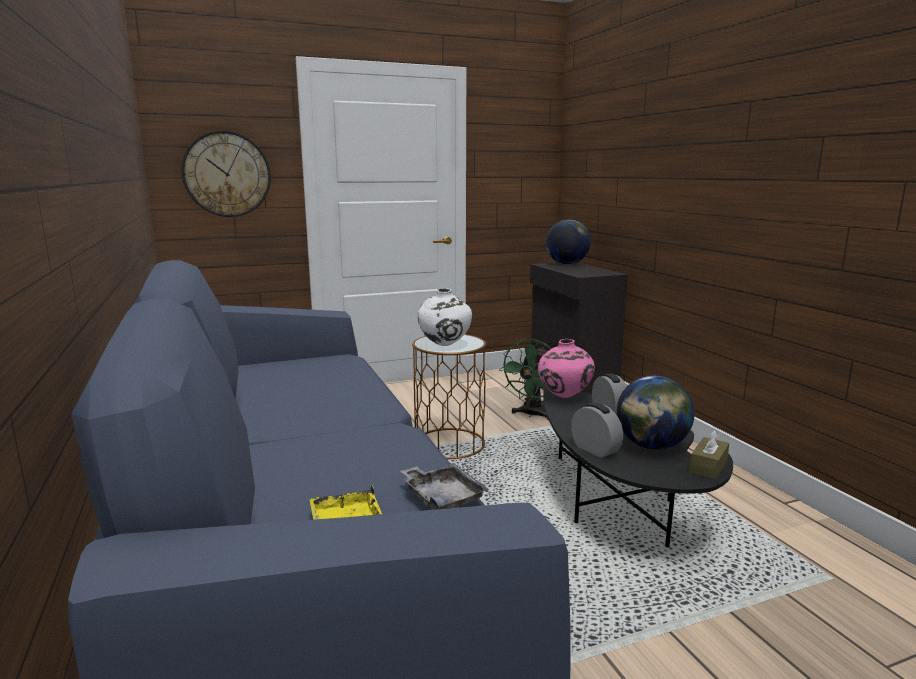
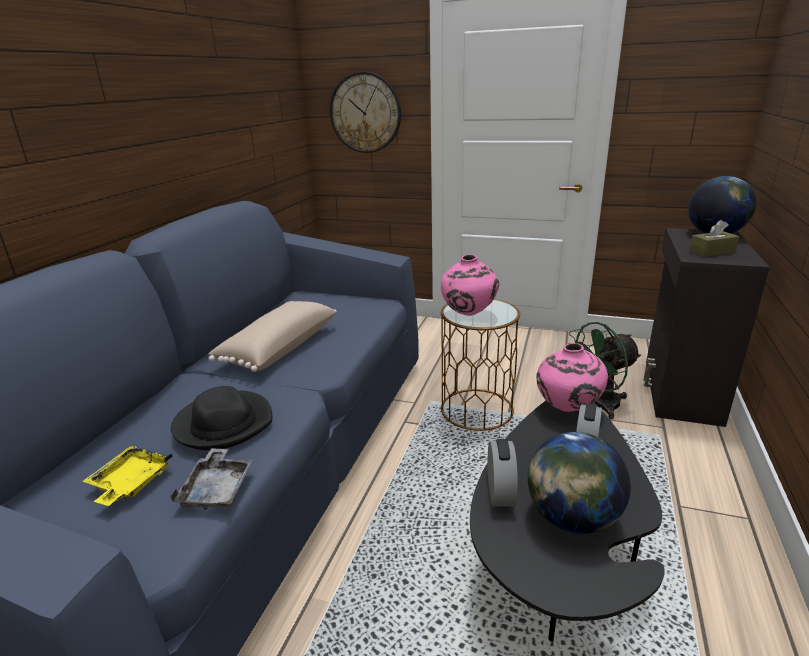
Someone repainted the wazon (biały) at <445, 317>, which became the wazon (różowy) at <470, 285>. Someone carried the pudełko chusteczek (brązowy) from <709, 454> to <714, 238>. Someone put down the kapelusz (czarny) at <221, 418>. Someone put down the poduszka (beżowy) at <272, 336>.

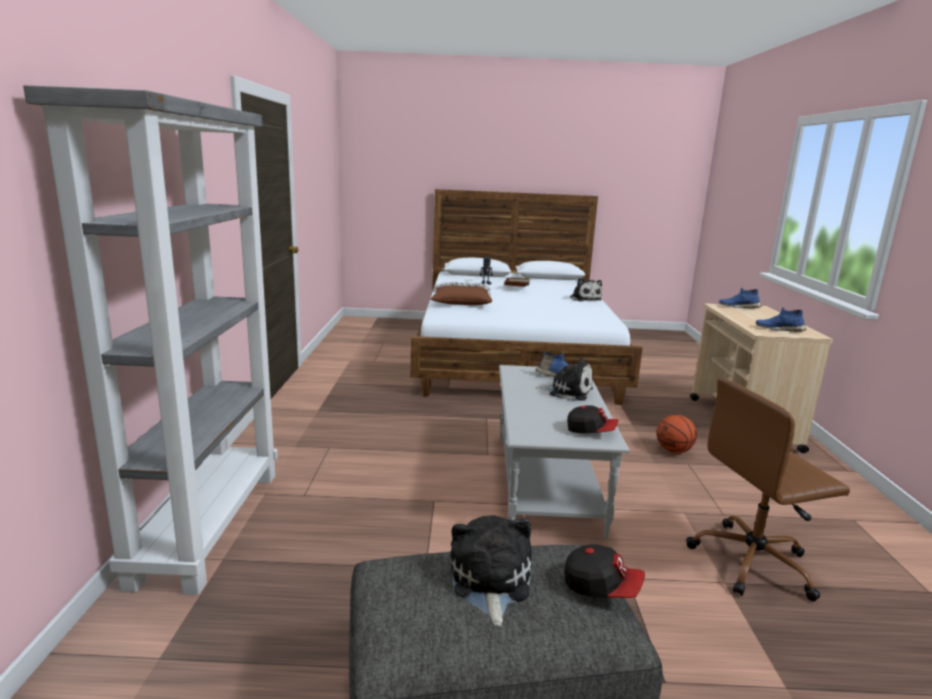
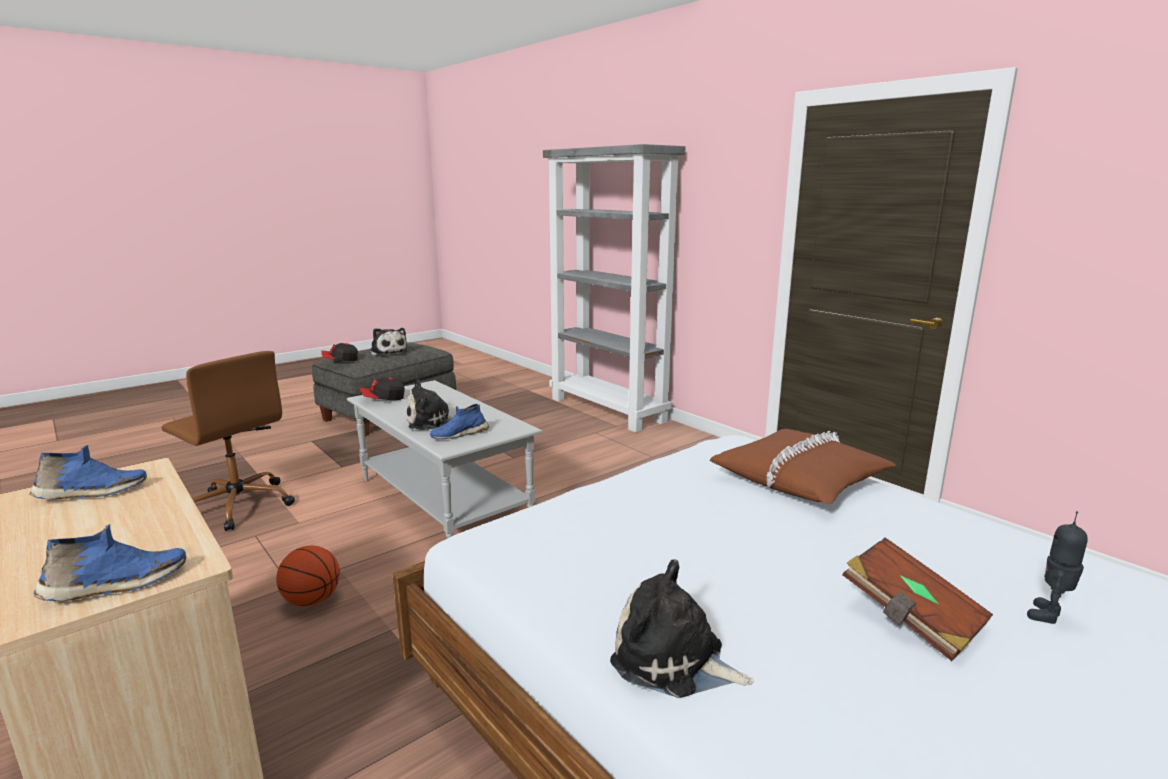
Someone rotated the krzesło biurowe (brązowy) at <768, 489> by 90 degrees clockwise.

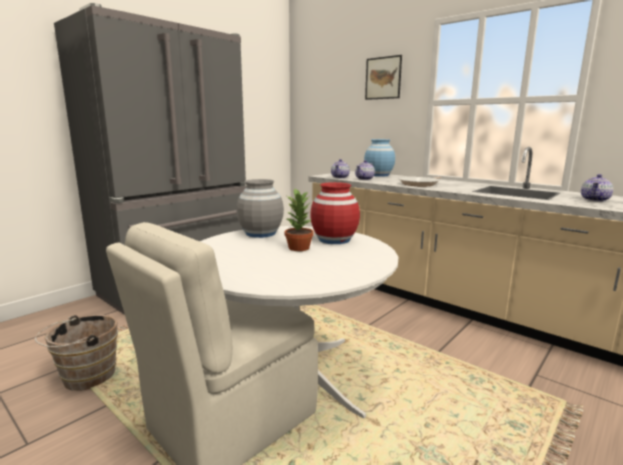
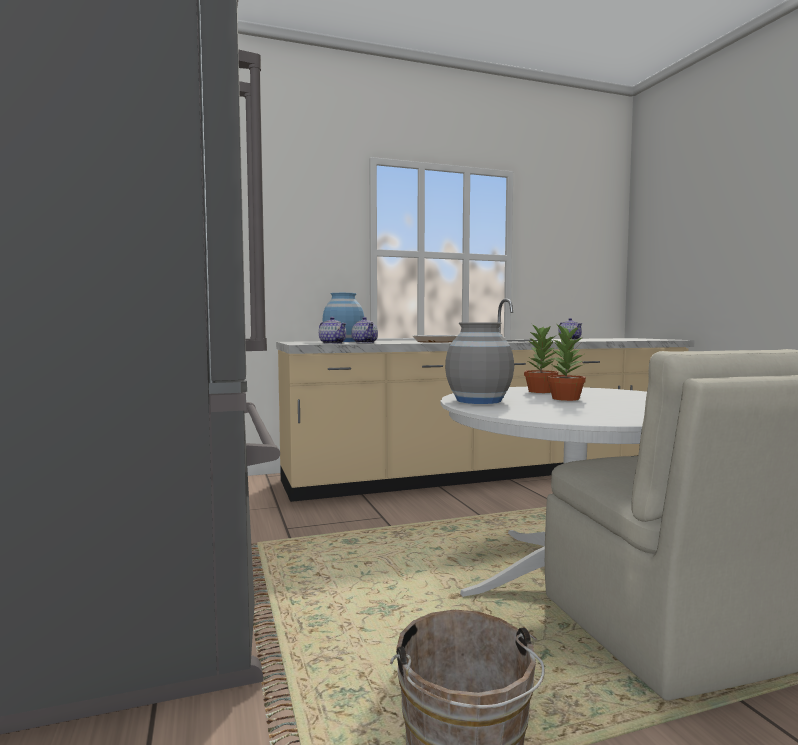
Someone swapped the wazon (czerwony) at <335, 213> for the roślina doniczkowa at <541, 358>. Someone took away the obraz at <383, 77>.

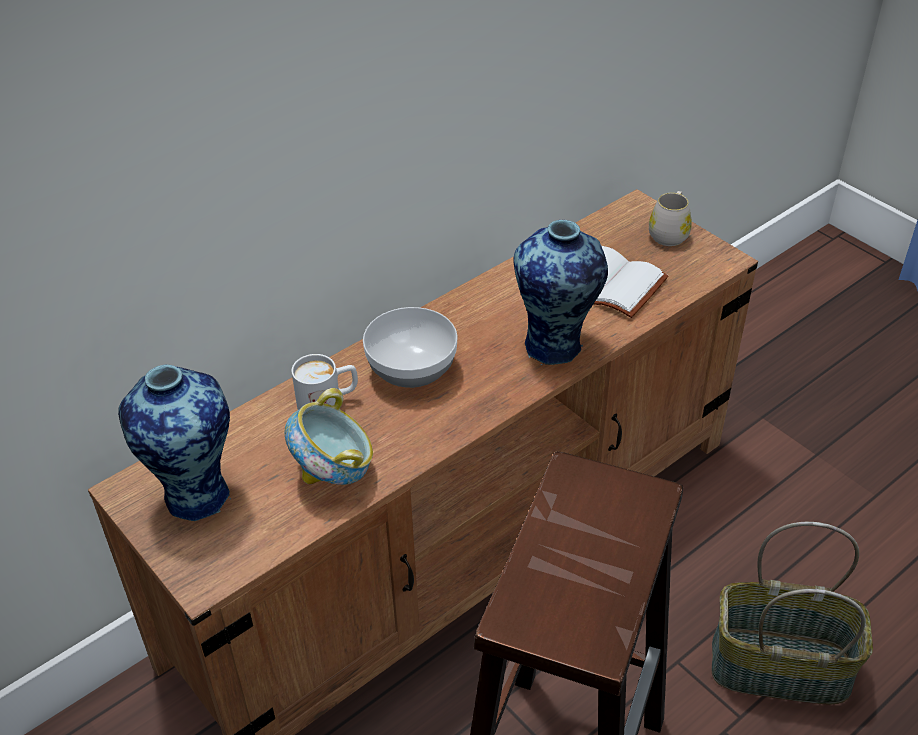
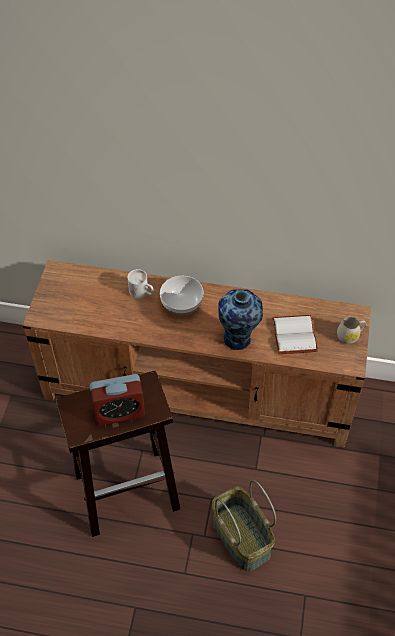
Someone took away the wazon at <174, 442>. Someone took away the miska at <328, 436>. Someone put down the budzik at <117, 400>.

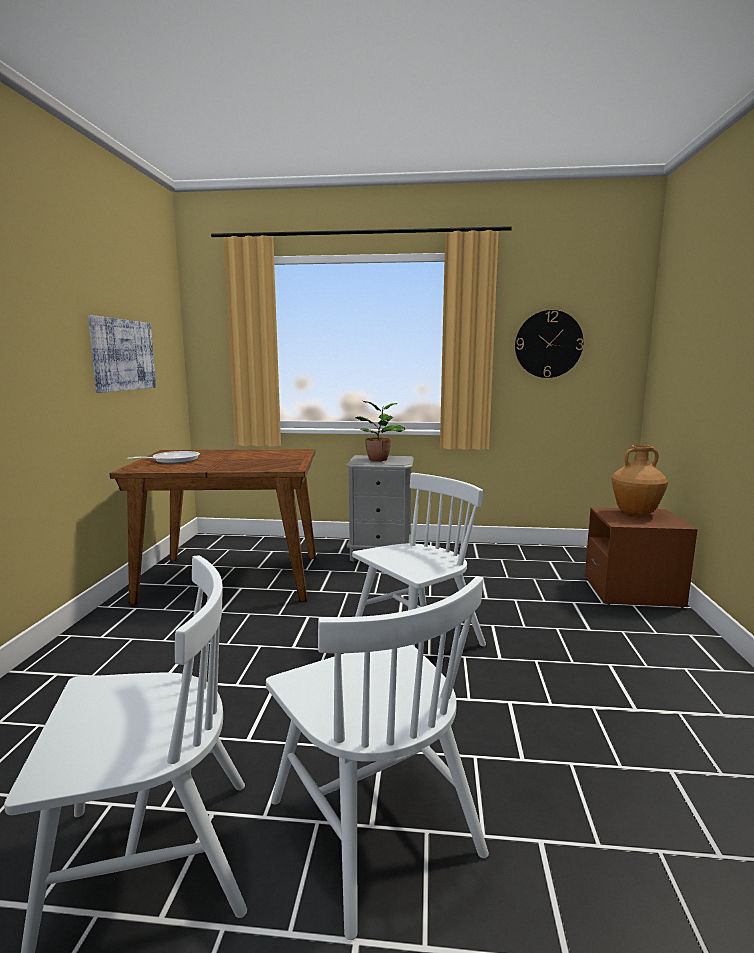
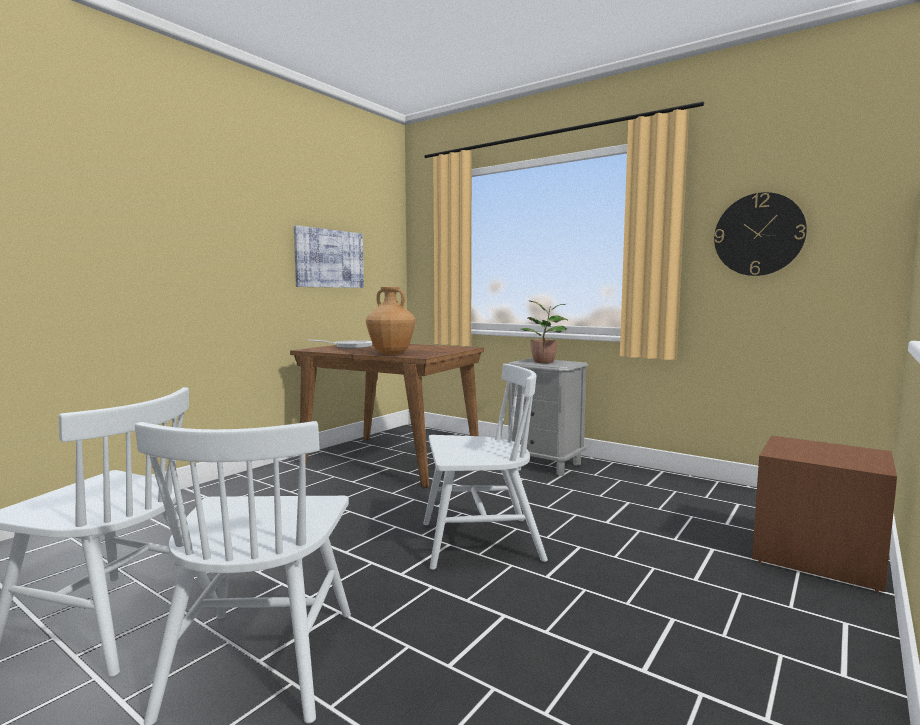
Someone carried the wazon (brązowy) from <640, 480> to <391, 321>.

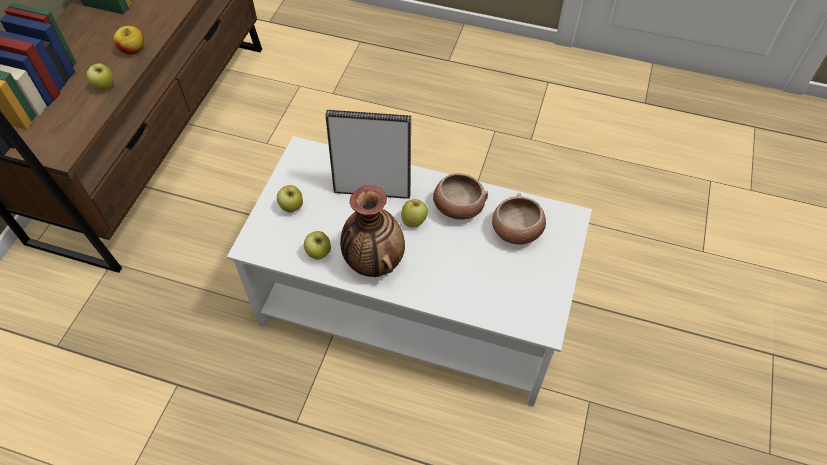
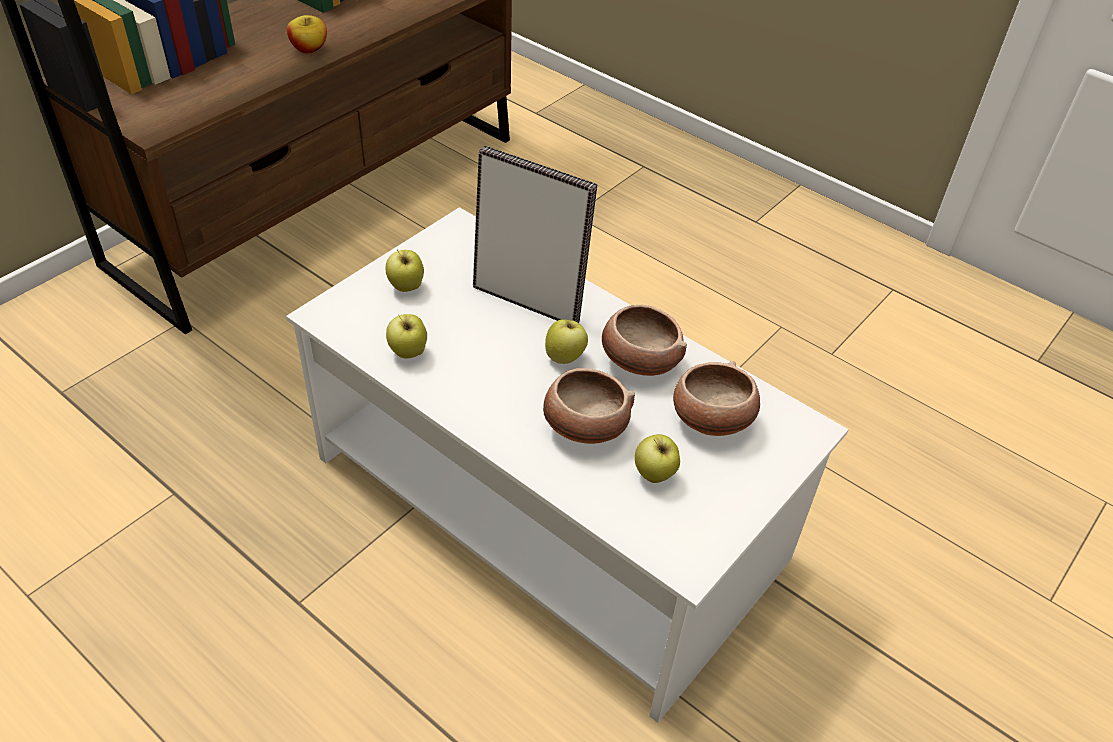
Someone carried the jabłko from <100, 77> to <657, 458>. Someone took away the wazon at <372, 231>. Someone put down the miska at <589, 406>.

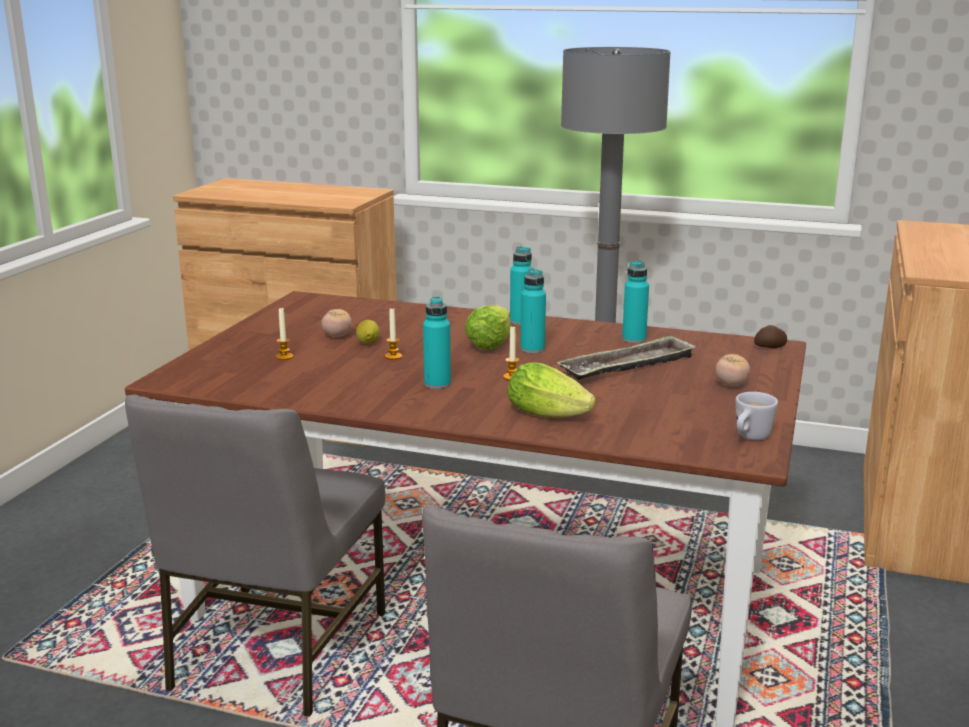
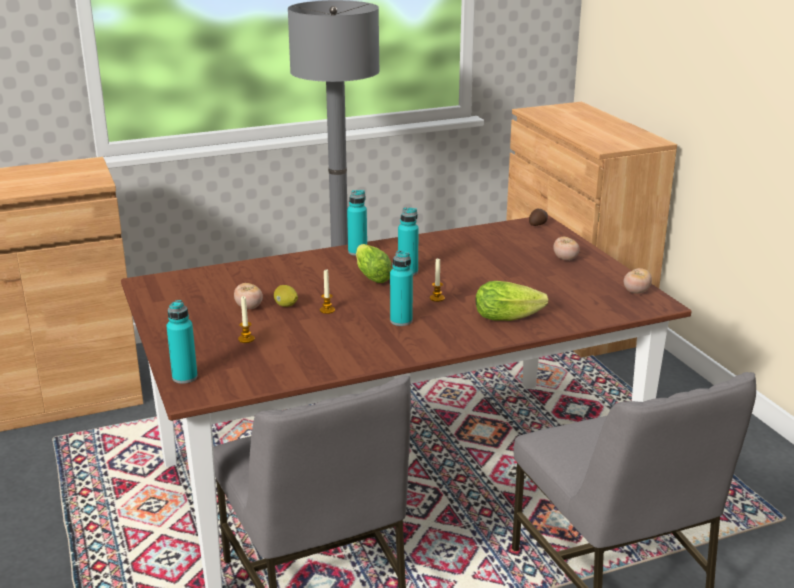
Someone took away the taca at <626, 357>. Someone carried the butelka (turkusowy) from <635, 302> to <182, 342>. Someone swapped the kubek (biały) at <757, 416> for the pomidor at <638, 281>.

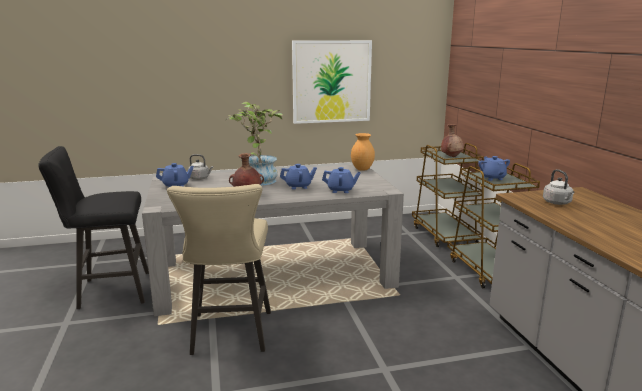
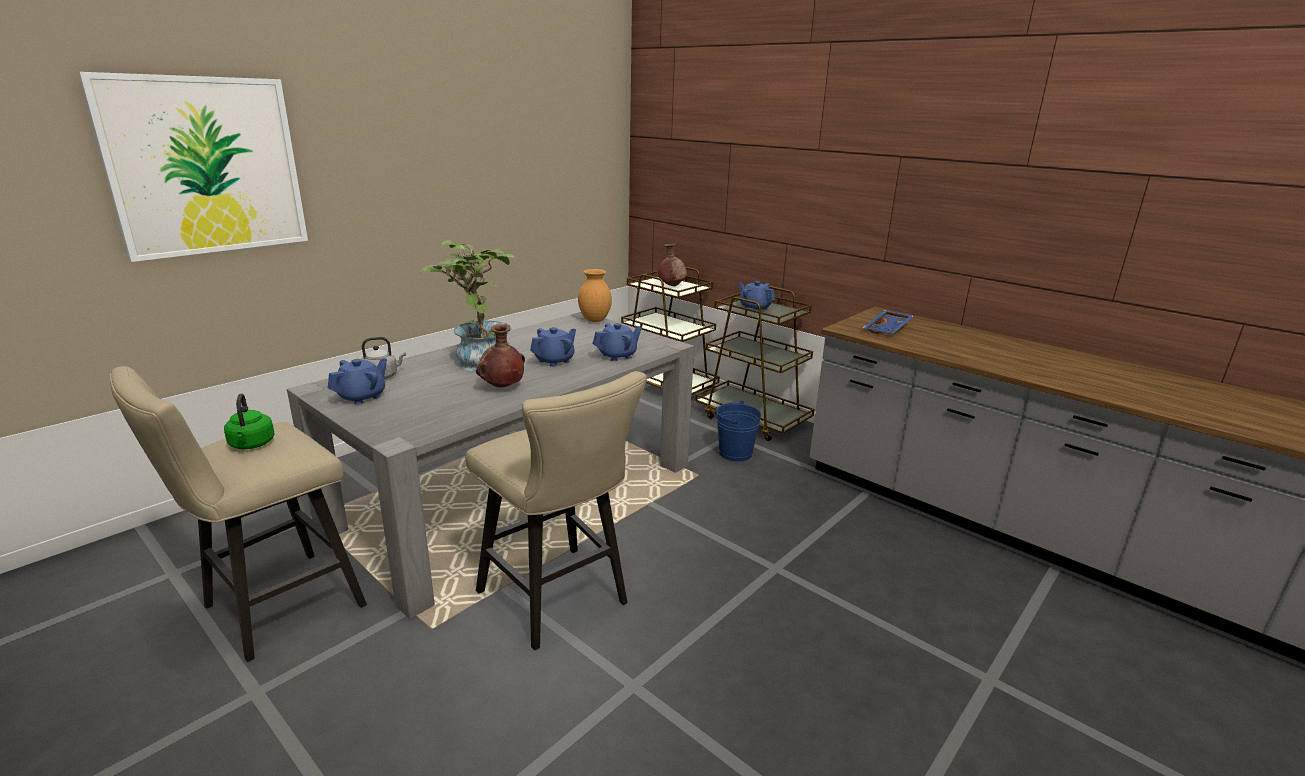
Someone repainted the stołek (czarny) at <93, 227>, which became the stołek (beżowy) at <238, 514>. Someone carried the obraz from <332, 82> to <193, 167>. Someone swapped the czajnik (szary) at <558, 187> for the taca (niebieski) at <888, 322>. Someone put down the czajnik (zielony) at <249, 421>. Someone put down the wiadro (niebieski) at <738, 431>.

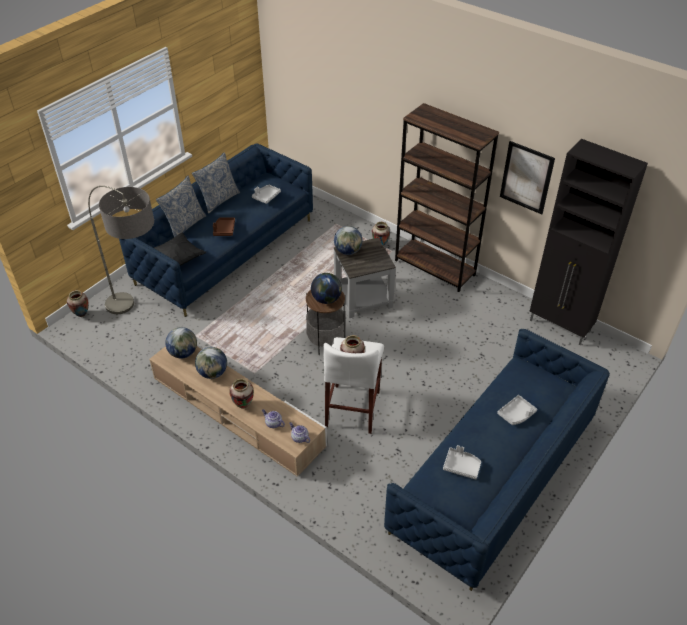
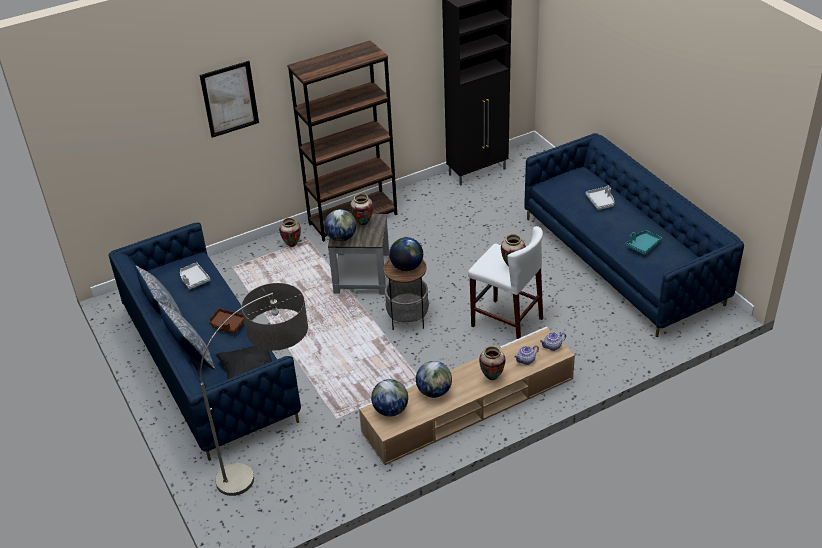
Someone carried the wazon from <78, 303> to <361, 210>. Someone repainted the taca (szary) at <462, 462>, which became the taca (turkusowy) at <644, 242>. Someone carried the obraz from <527, 177> to <229, 99>.

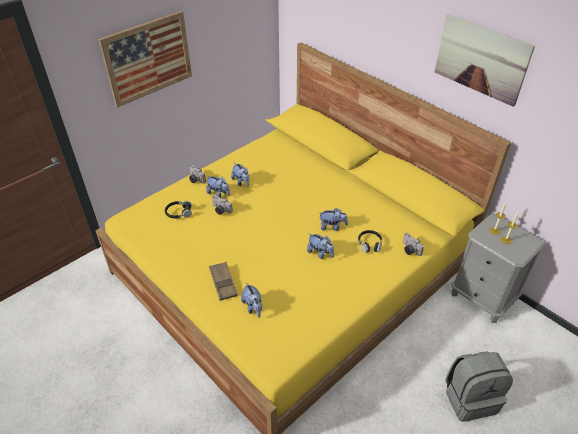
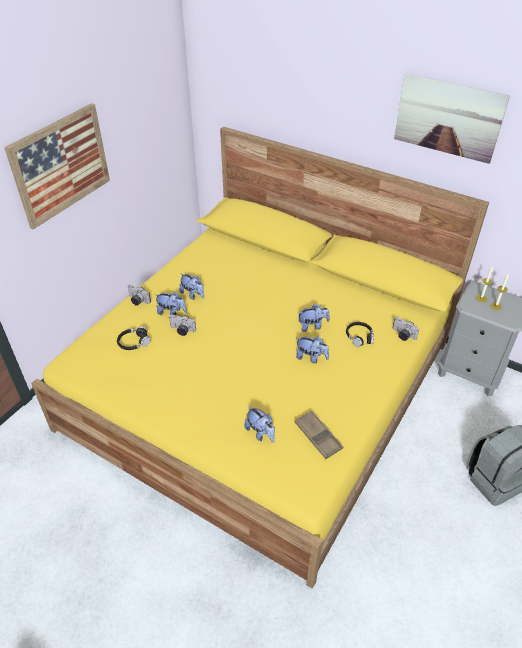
Someone carried the taca (brązowy) from <223, 281> to <319, 434>.

